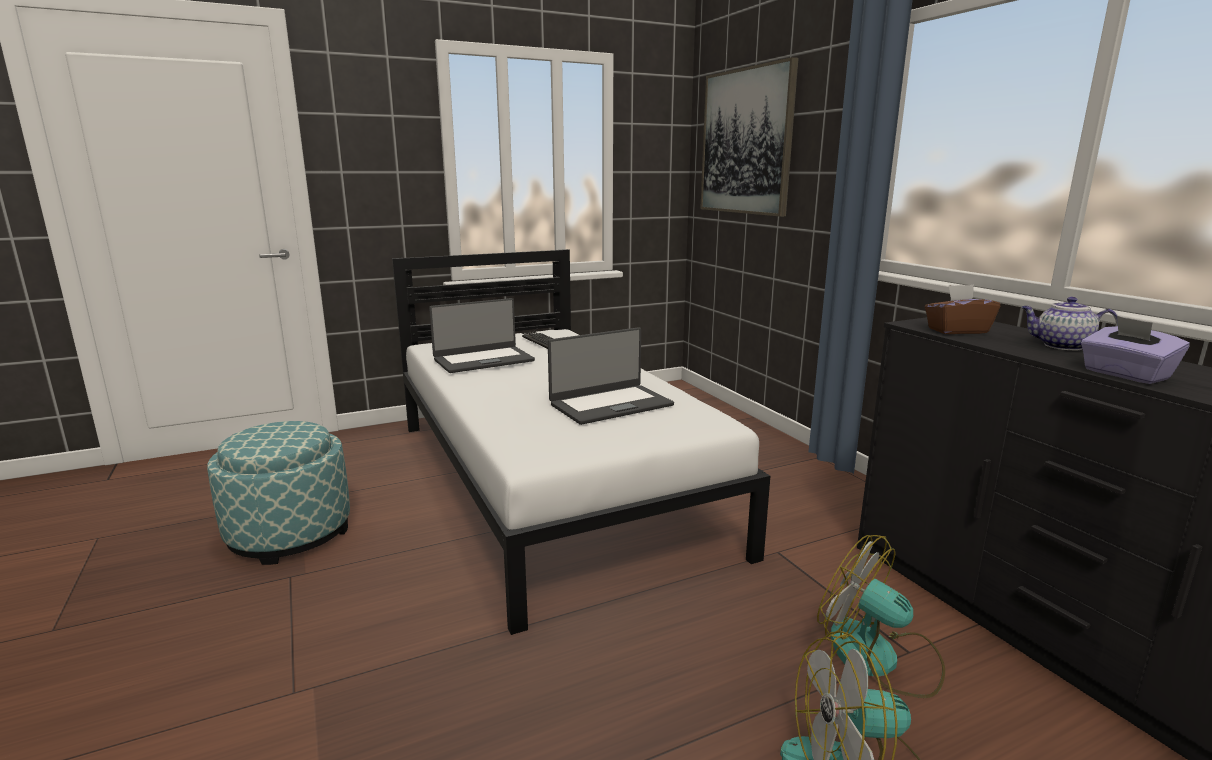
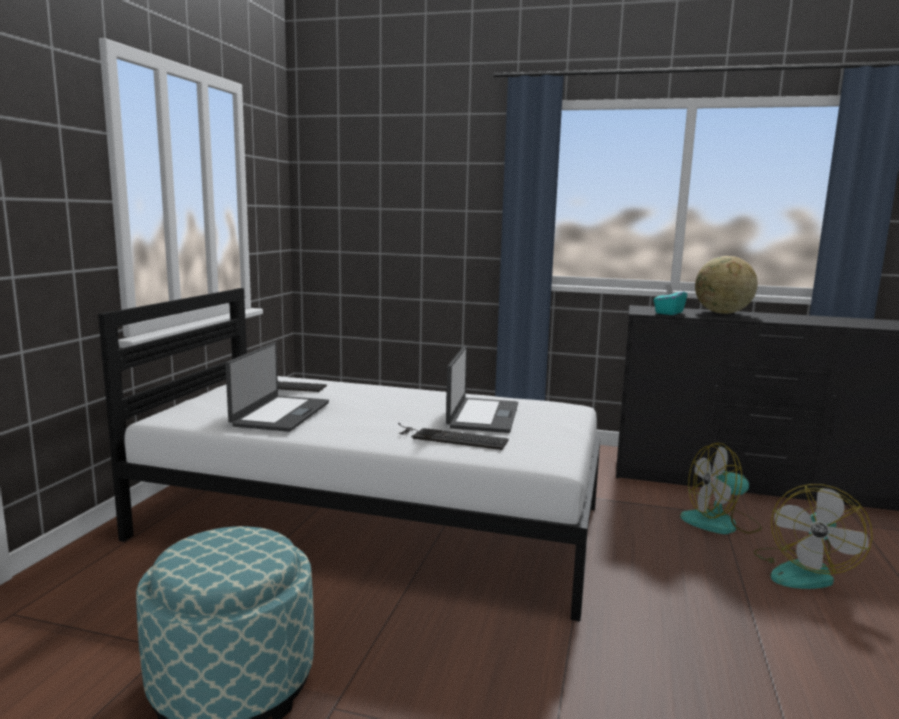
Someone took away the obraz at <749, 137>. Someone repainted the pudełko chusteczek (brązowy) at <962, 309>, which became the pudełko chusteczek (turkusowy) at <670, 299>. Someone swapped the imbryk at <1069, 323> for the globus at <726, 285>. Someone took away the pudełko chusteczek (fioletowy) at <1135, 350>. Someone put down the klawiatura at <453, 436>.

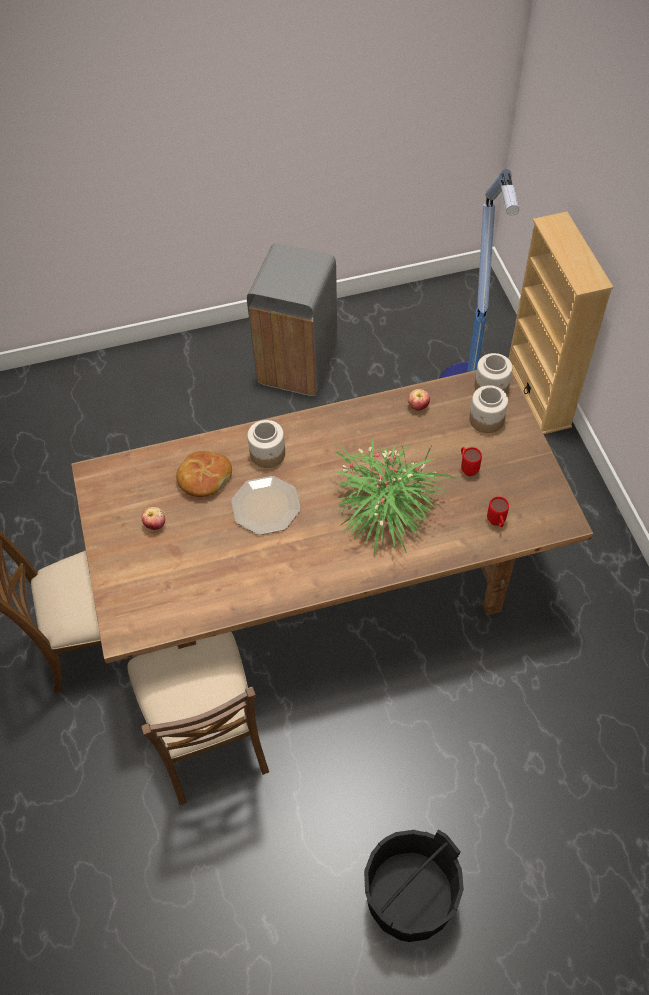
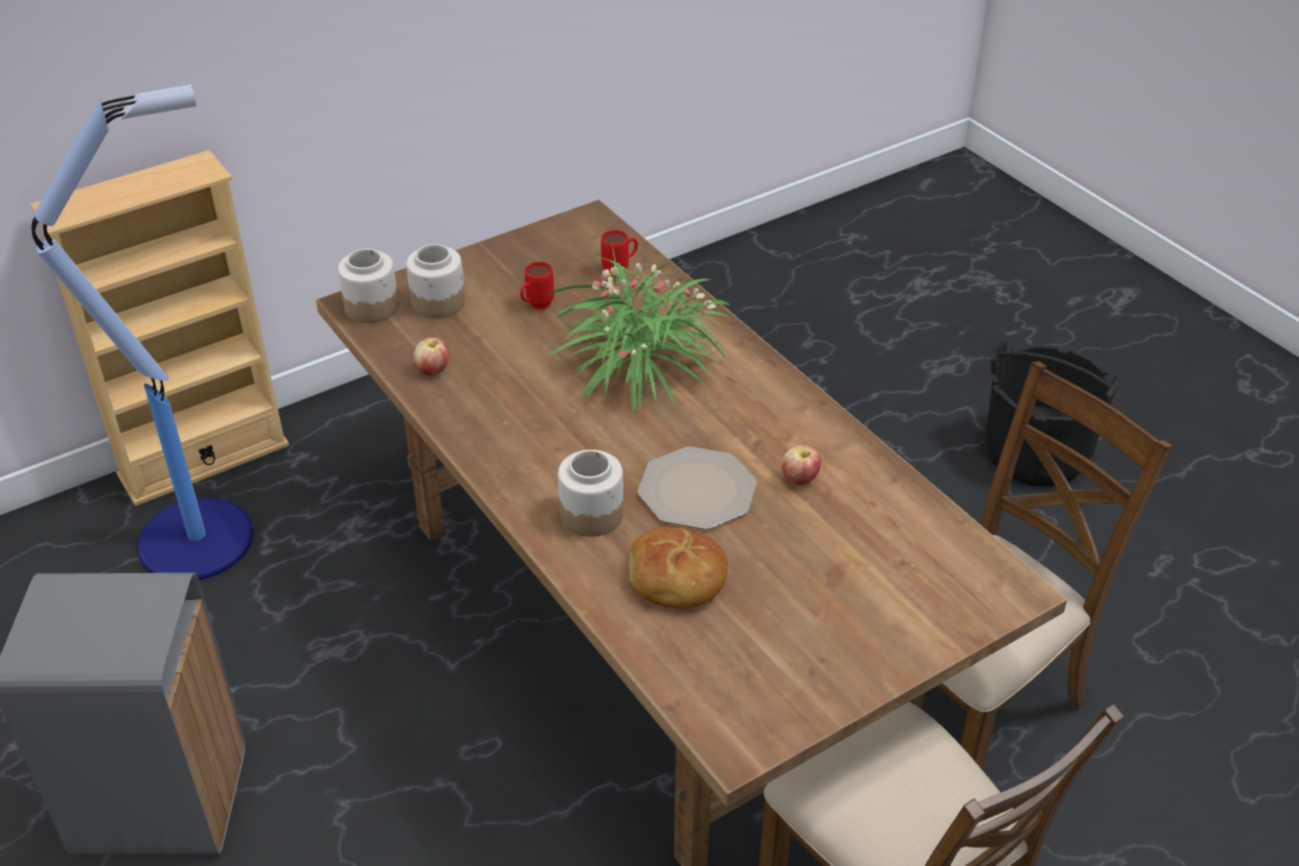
Someone carried the jabłko from <153, 518> to <801, 465>.

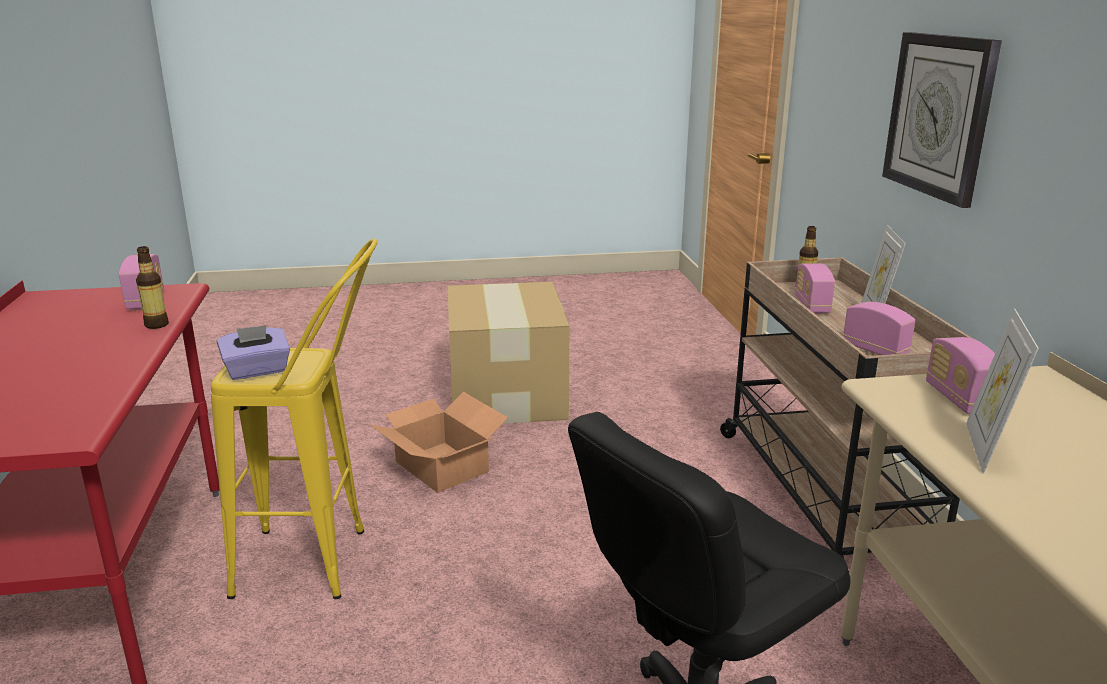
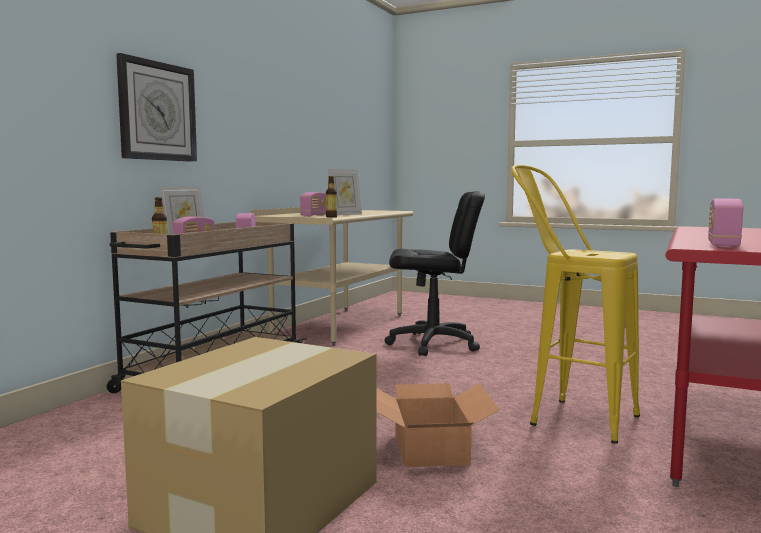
Someone carried the butelka from <152, 287> to <331, 196>. Someone took away the pudełko chusteczek (fioletowy) at <253, 352>.

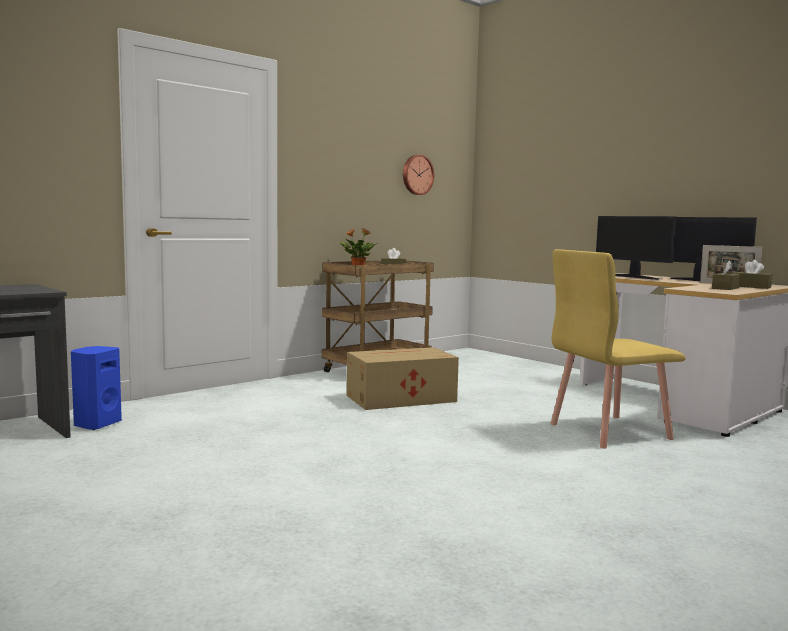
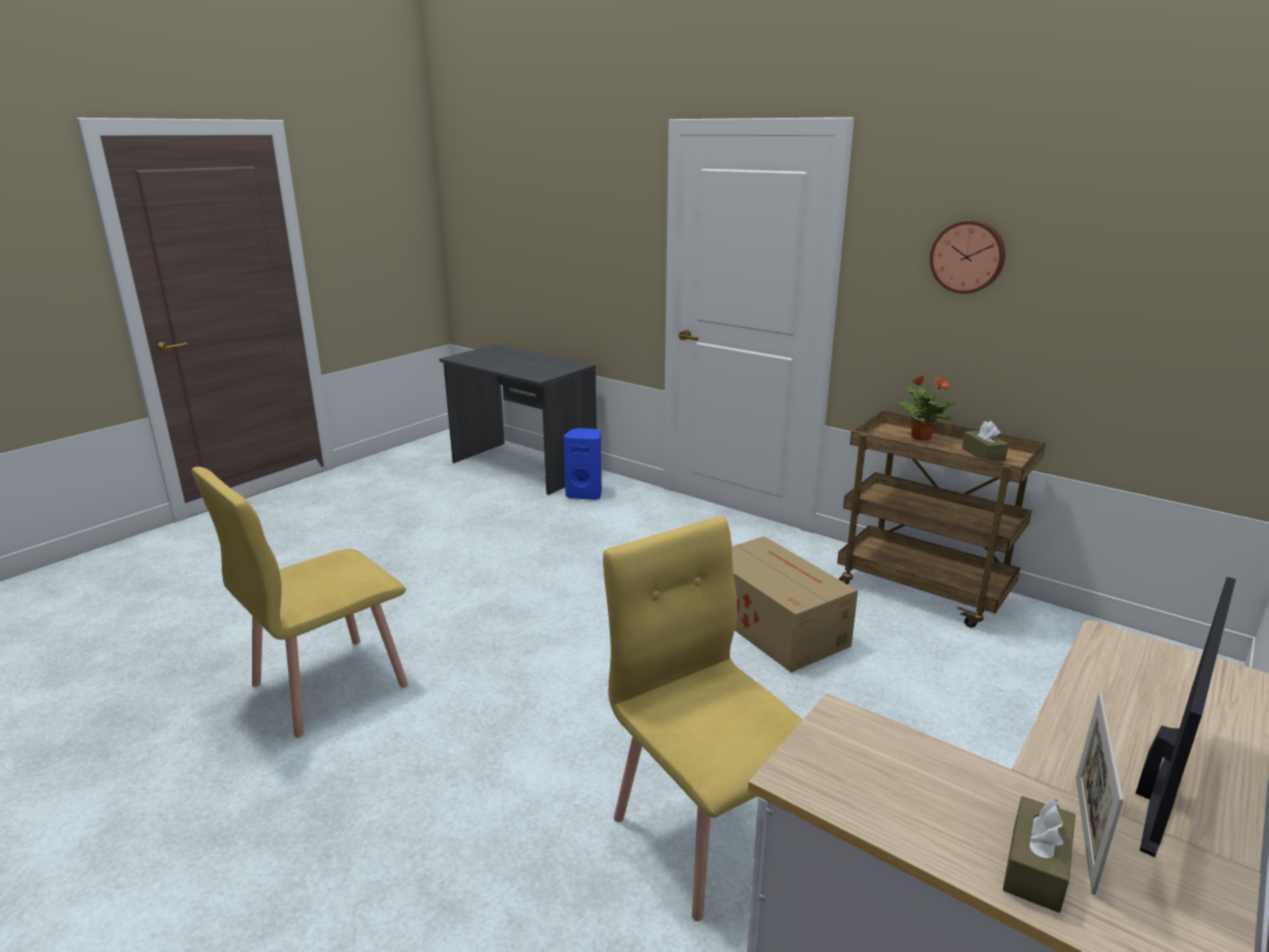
Someone carried the zegar ścienny from <418, 175> to <967, 257>. Someone took away the monitor at <636, 248>. Someone took away the pudełko chusteczek (brązowy) at <726, 275>. Someone put down the krzesło (żółty) at <299, 602>.

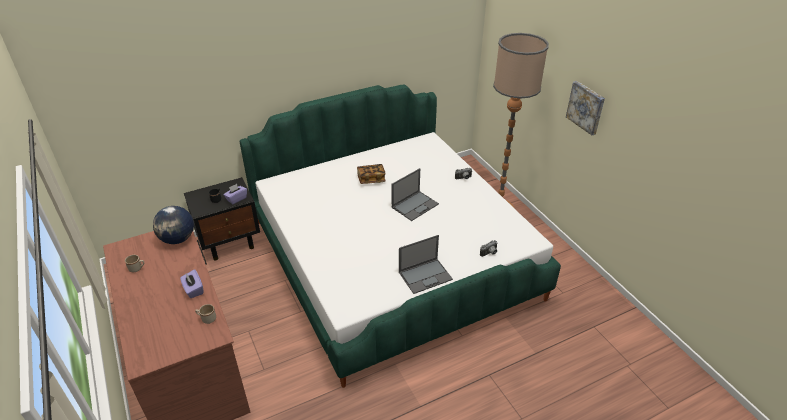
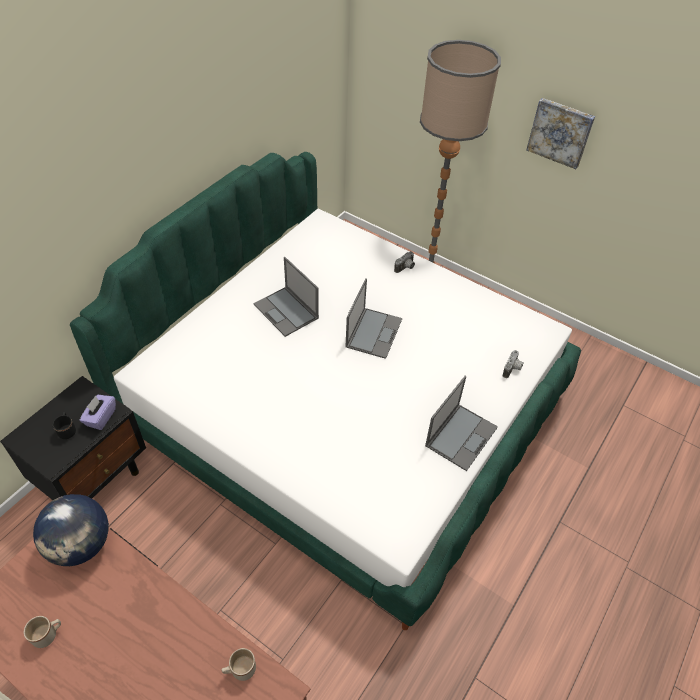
Someone took away the pudełko chusteczek (fioletowy) at <191, 283>. Someone swapped the książka at <371, 174> for the laptop at <286, 297>.

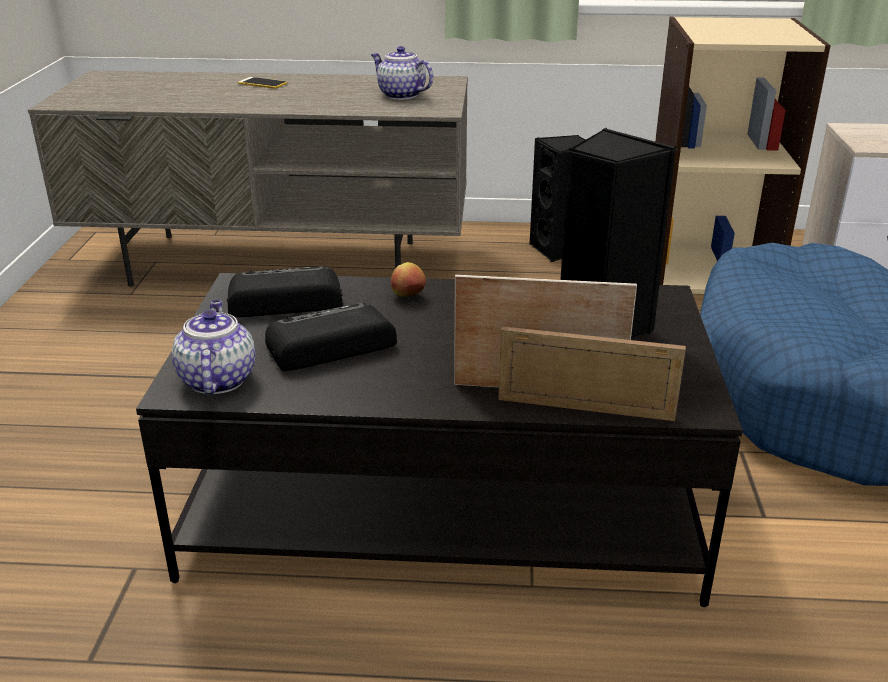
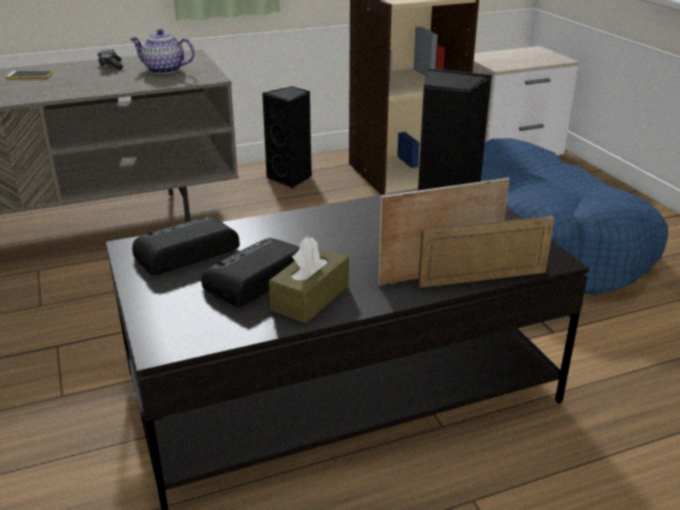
Someone took away the imbryk at <213, 347>. Someone took away the jabłko at <408, 279>. Someone put down the pad do gier at <110, 59>. Someone put down the pudełko chusteczek (brązowy) at <309, 279>.

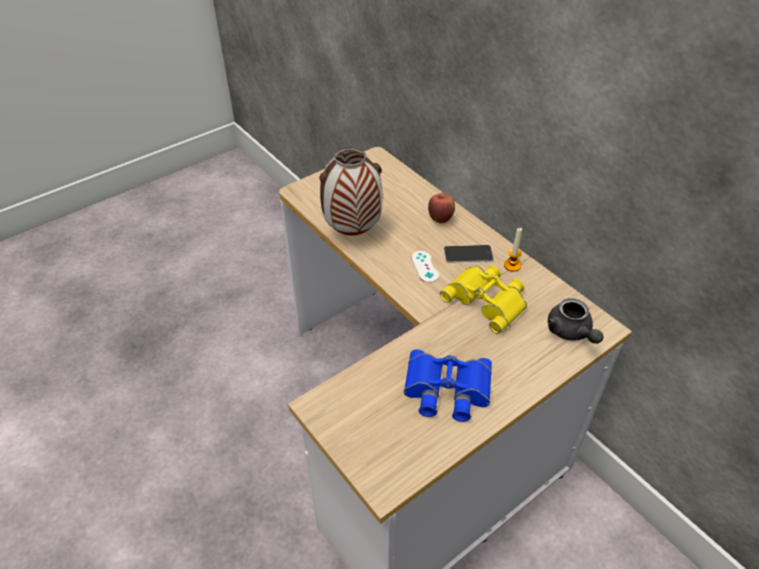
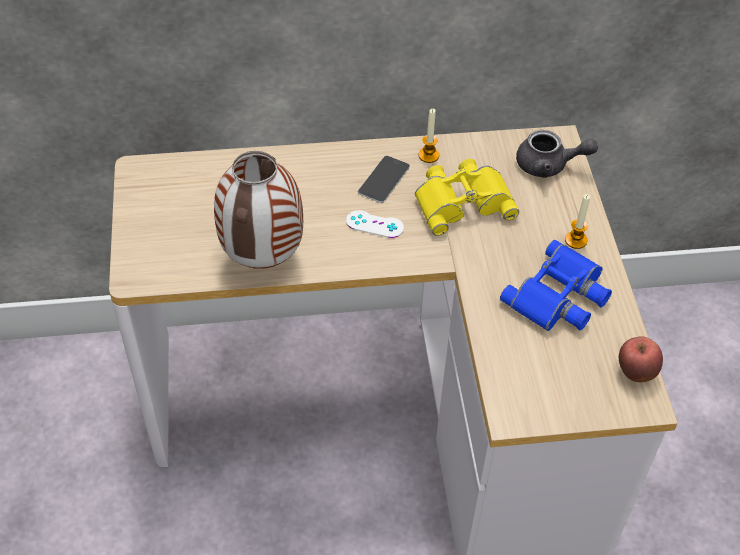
Someone carried the jabłko from <441, 208> to <641, 359>. Someone put down the świeca at <577, 221>.

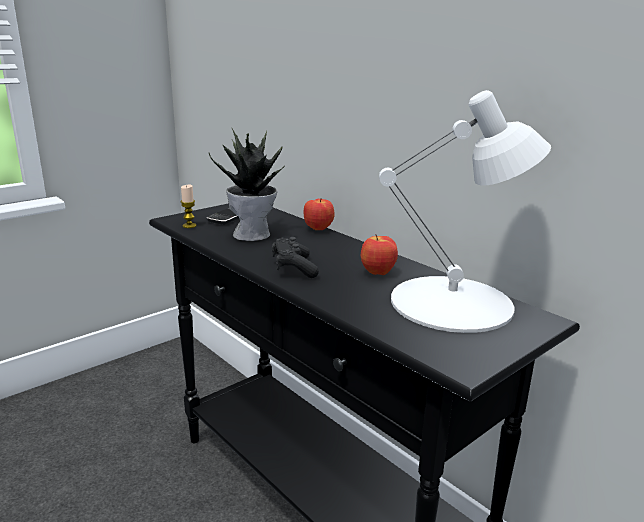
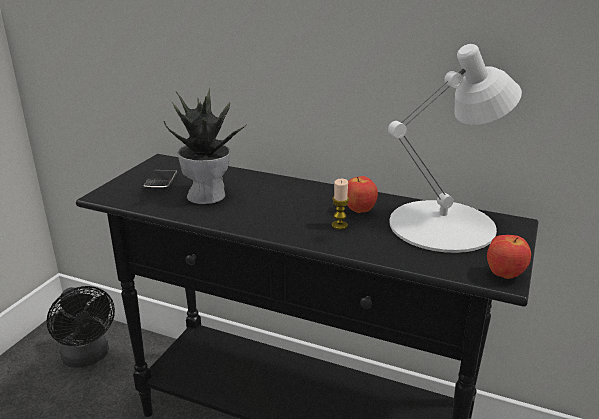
Someone carried the świeca from <189, 206> to <340, 204>. Someone took away the pad do gier (czarny) at <295, 257>. Someone carried the jabłko from <319, 214> to <509, 257>. Someone put down the wentylator (czarny) at <81, 327>.

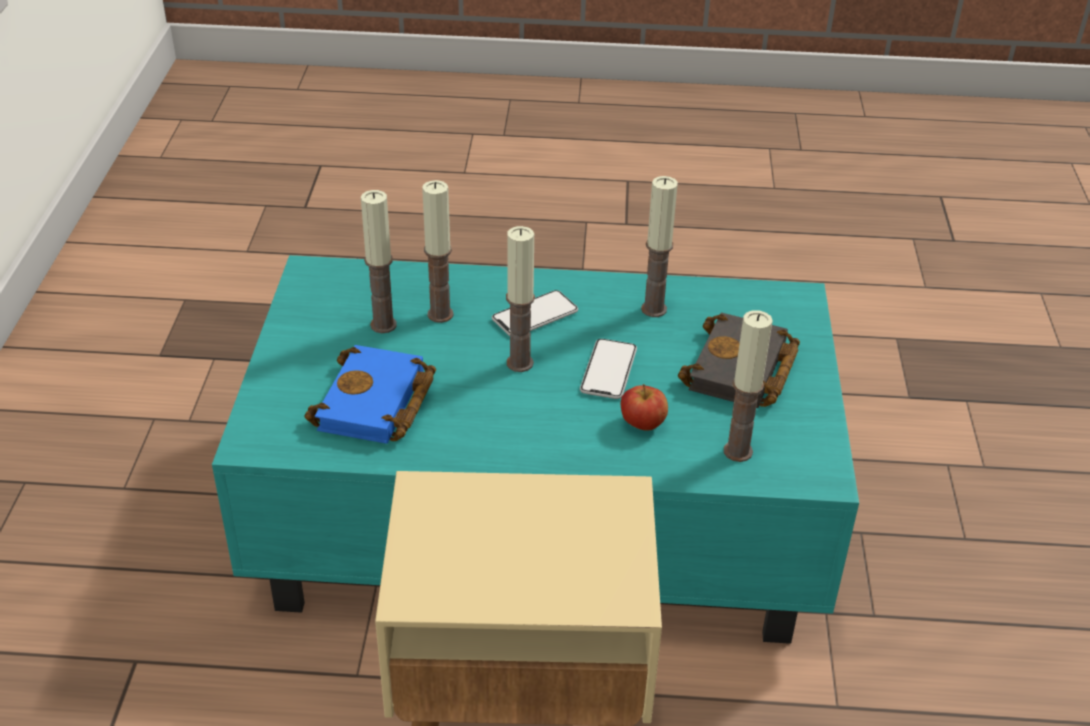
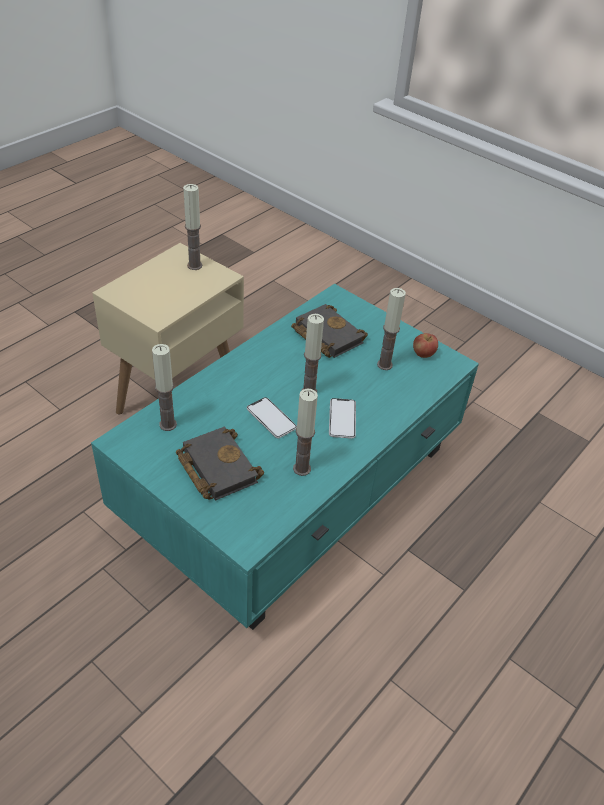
Someone repainted the książka (niebieski) at <370, 394>, which became the książka (czarny) at <329, 331>. Someone carried the świeca from <438, 251> to <192, 227>. Someone carried the jabłko from <644, 407> to <425, 345>.

